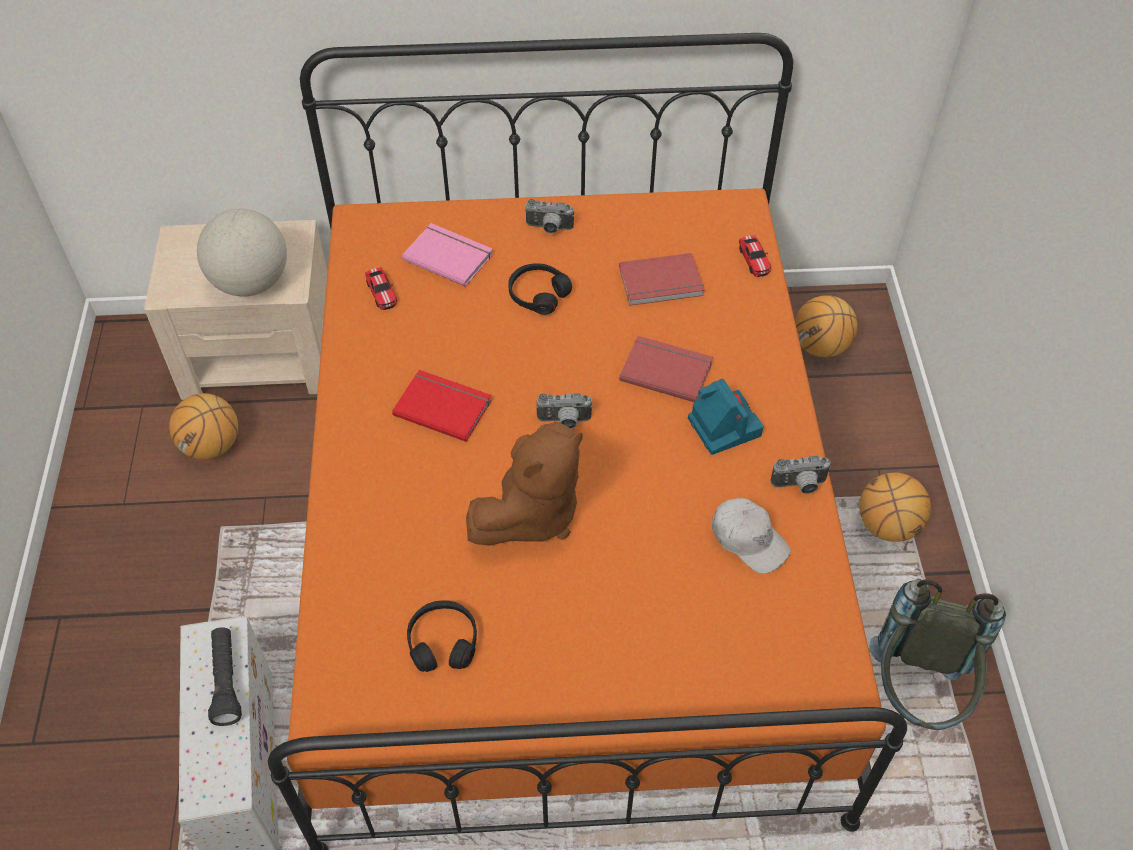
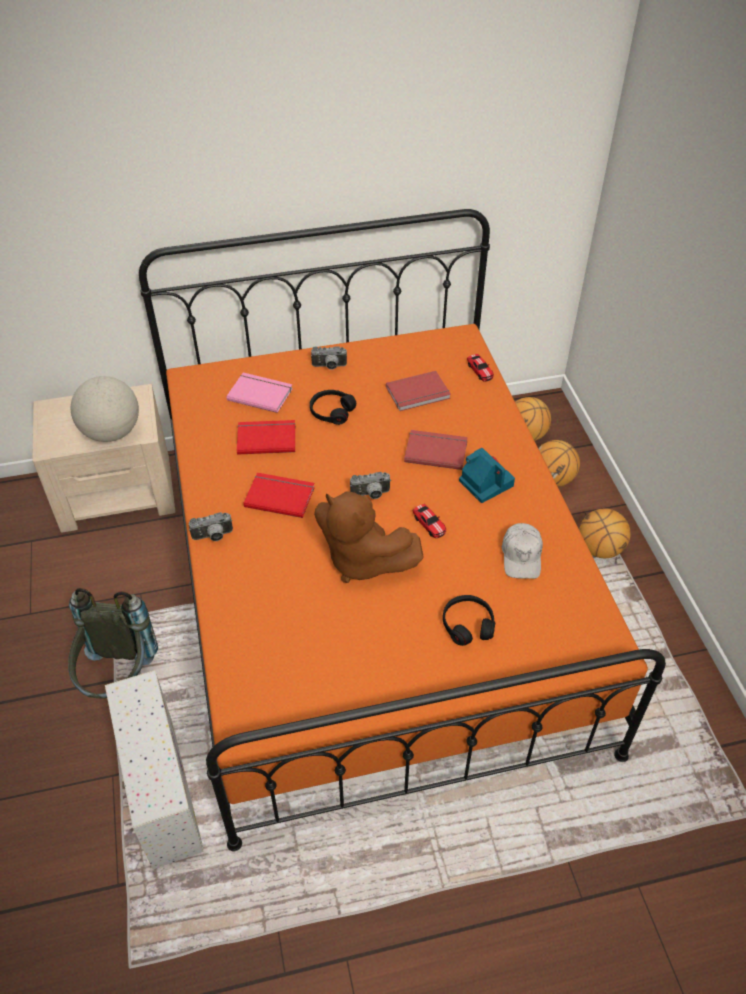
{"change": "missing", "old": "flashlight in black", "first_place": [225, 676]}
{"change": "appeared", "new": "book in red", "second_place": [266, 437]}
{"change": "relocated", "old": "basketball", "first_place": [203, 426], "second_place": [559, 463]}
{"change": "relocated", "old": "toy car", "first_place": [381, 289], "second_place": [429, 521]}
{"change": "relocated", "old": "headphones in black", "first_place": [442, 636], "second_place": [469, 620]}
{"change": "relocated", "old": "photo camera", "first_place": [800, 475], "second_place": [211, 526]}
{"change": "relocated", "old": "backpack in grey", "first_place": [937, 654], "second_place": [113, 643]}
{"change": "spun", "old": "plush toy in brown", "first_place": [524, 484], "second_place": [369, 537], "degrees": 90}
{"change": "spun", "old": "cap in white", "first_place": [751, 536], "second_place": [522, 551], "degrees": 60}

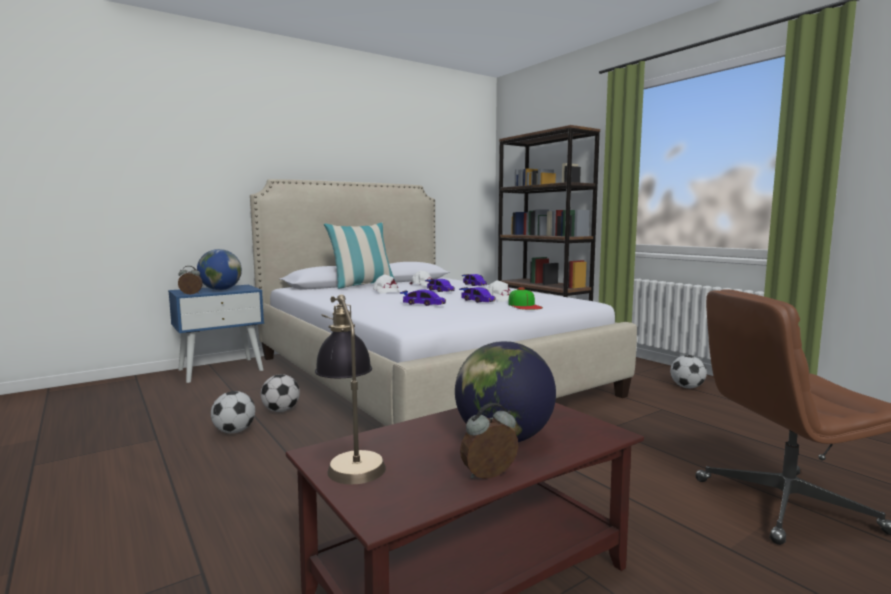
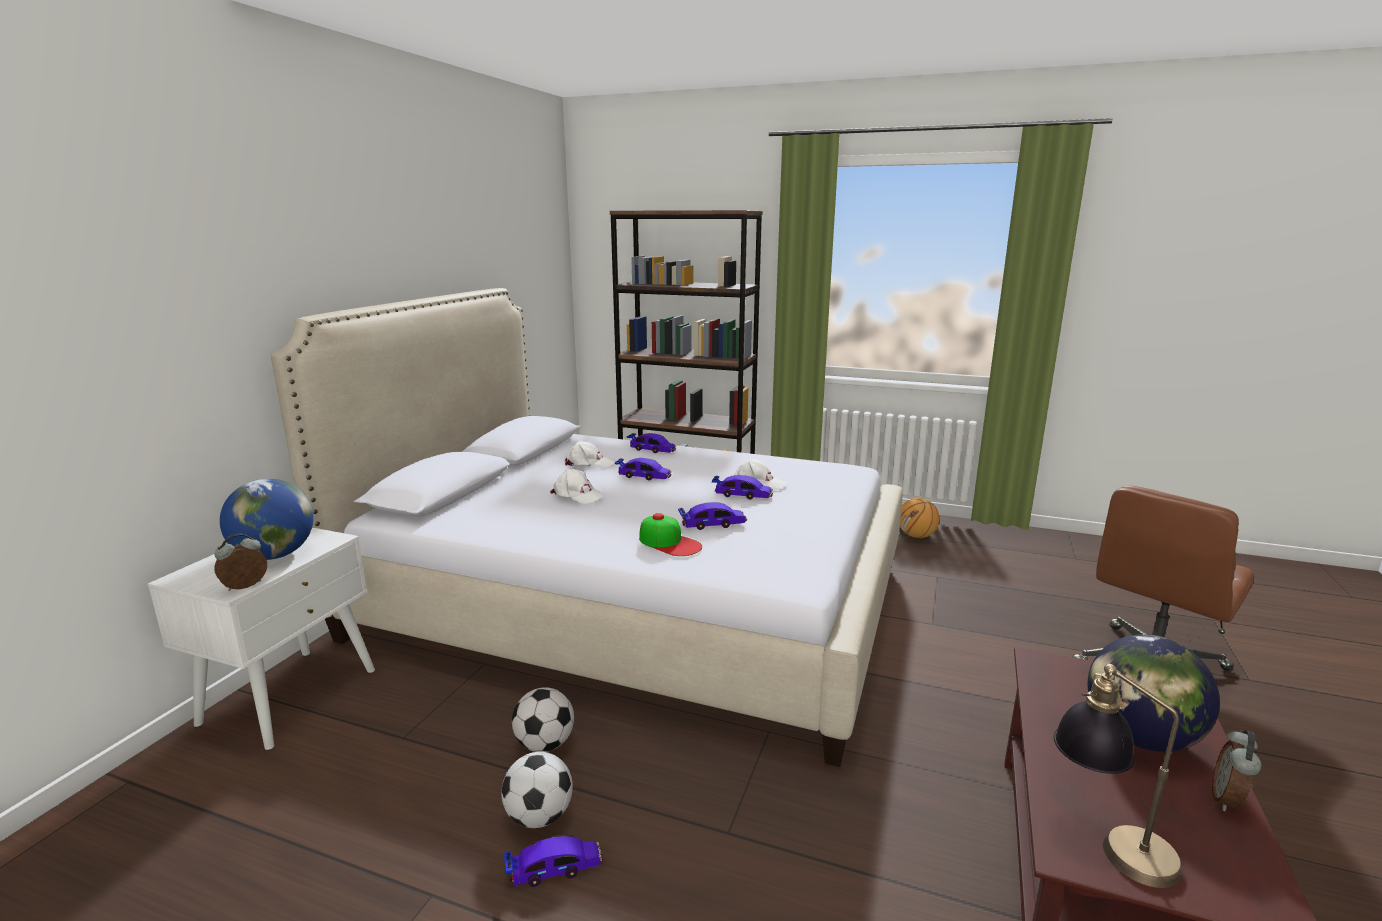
{"change": "missing", "old": "pillow", "first_place": [360, 255]}
{"change": "appeared", "new": "toy car", "second_place": [553, 861]}
{"change": "relocated", "old": "cap", "first_place": [525, 298], "second_place": [670, 534]}
{"change": "exchanged", "old": "football", "new": "basketball", "first_place": [688, 371], "second_place": [920, 518]}
{"change": "colour", "old": "nightstand in blue", "new": "nightstand in white", "first_place": [216, 334], "second_place": [261, 638]}

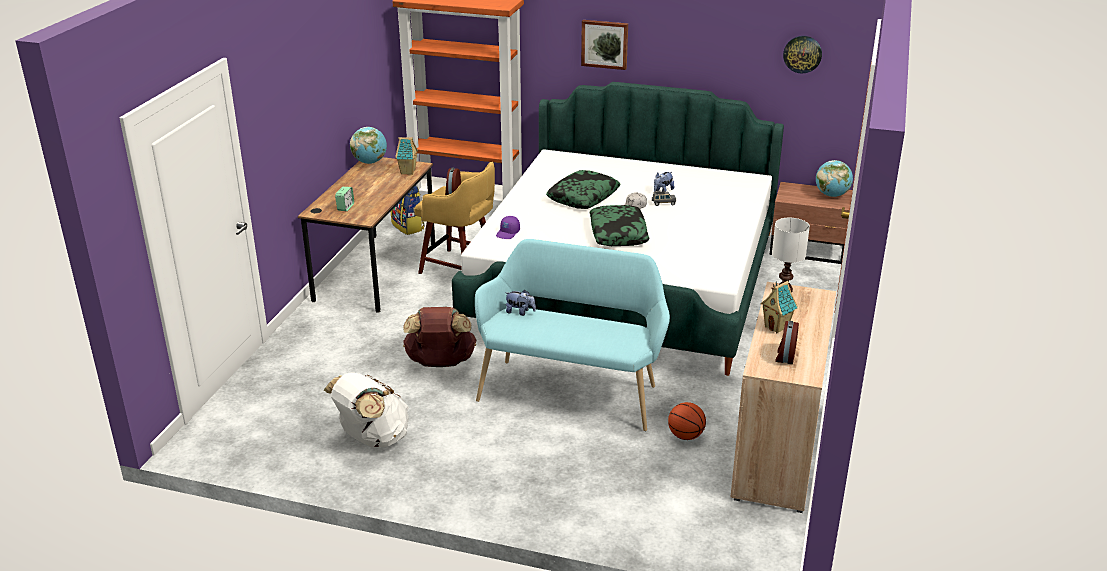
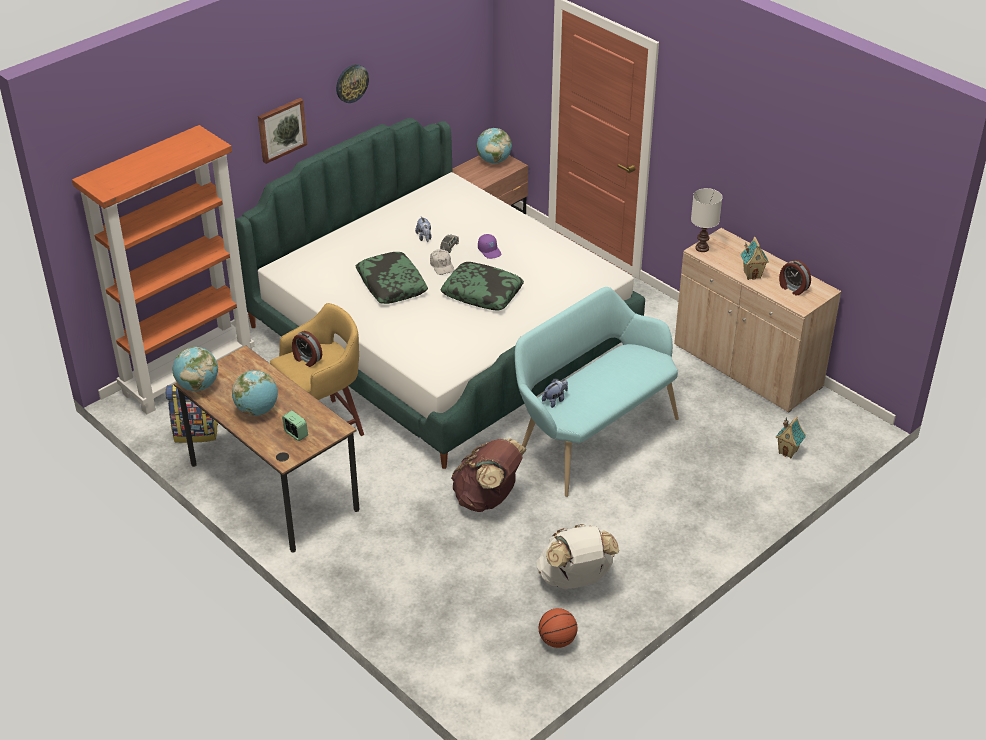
{"change": "appeared", "new": "globe", "second_place": [255, 393]}
{"change": "relocated", "old": "toy house", "first_place": [406, 156], "second_place": [791, 438]}
{"change": "relocated", "old": "cap in purple", "first_place": [508, 227], "second_place": [489, 246]}
{"change": "relocated", "old": "basketball", "first_place": [687, 421], "second_place": [558, 628]}
{"change": "relocated", "old": "wall clock", "first_place": [802, 54], "second_place": [352, 83]}

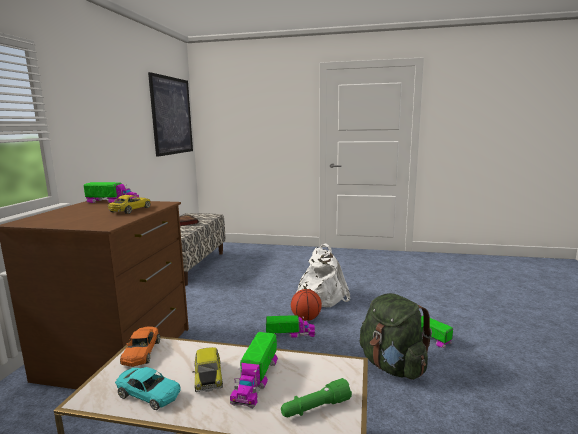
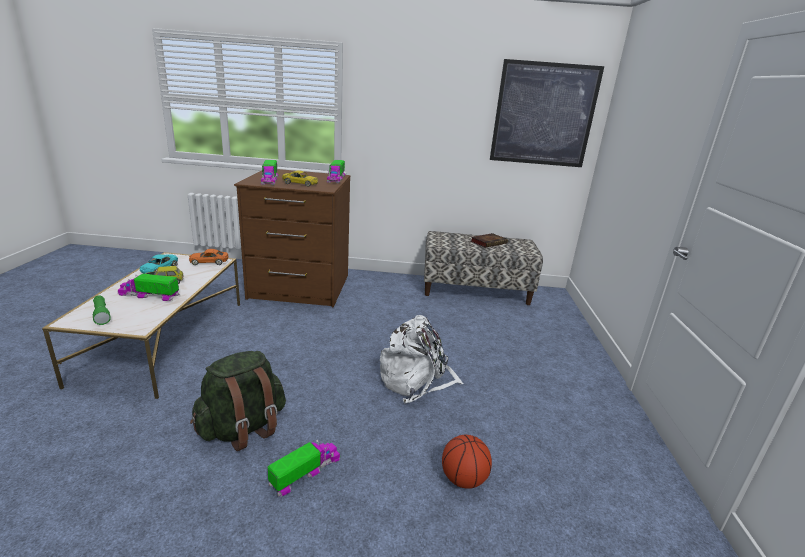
{"change": "relocated", "old": "toy truck", "first_place": [291, 326], "second_place": [269, 172]}
{"change": "relocated", "old": "basketball", "first_place": [306, 305], "second_place": [467, 462]}

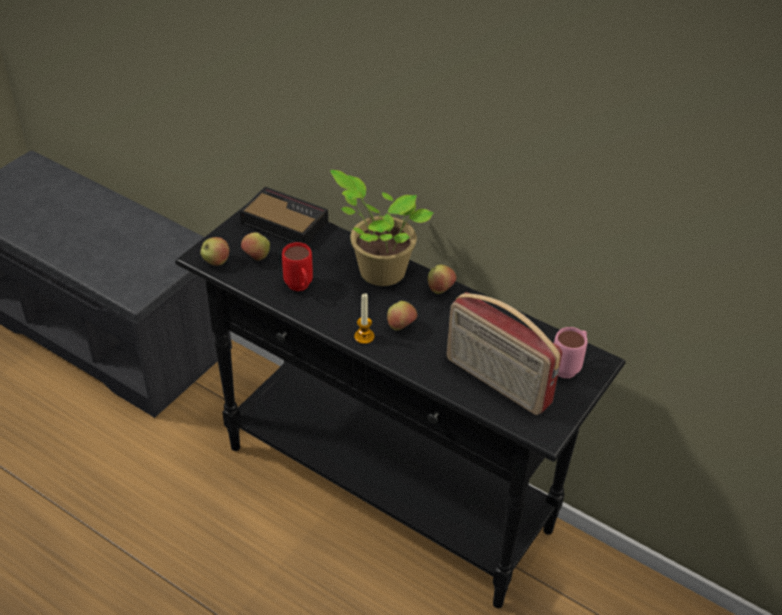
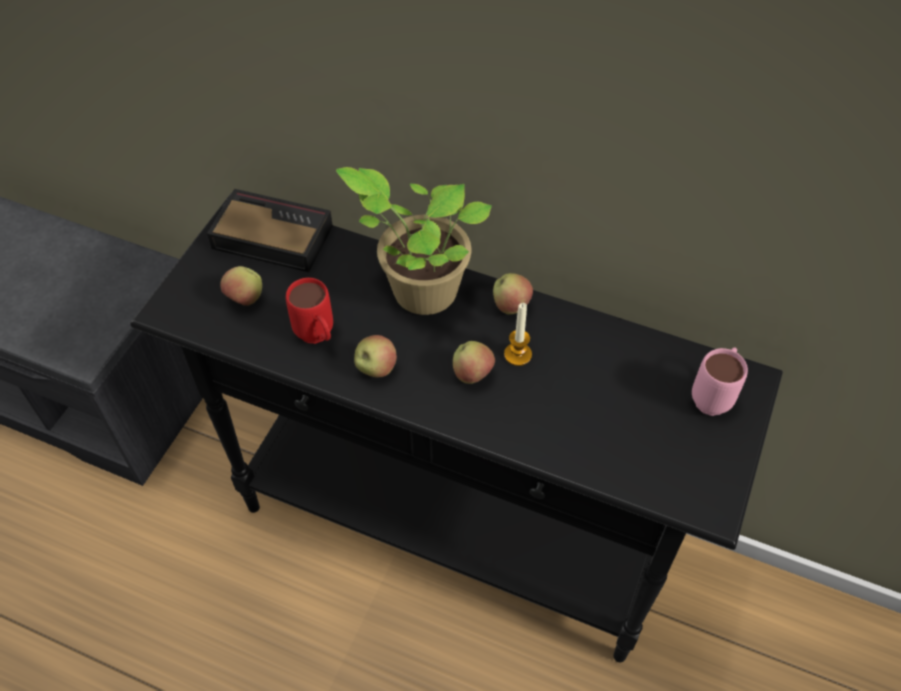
{"change": "missing", "old": "radio", "first_place": [504, 353]}
{"change": "relocated", "old": "apple", "first_place": [214, 251], "second_place": [375, 356]}
{"change": "relocated", "old": "candle", "first_place": [364, 318], "second_place": [518, 334]}

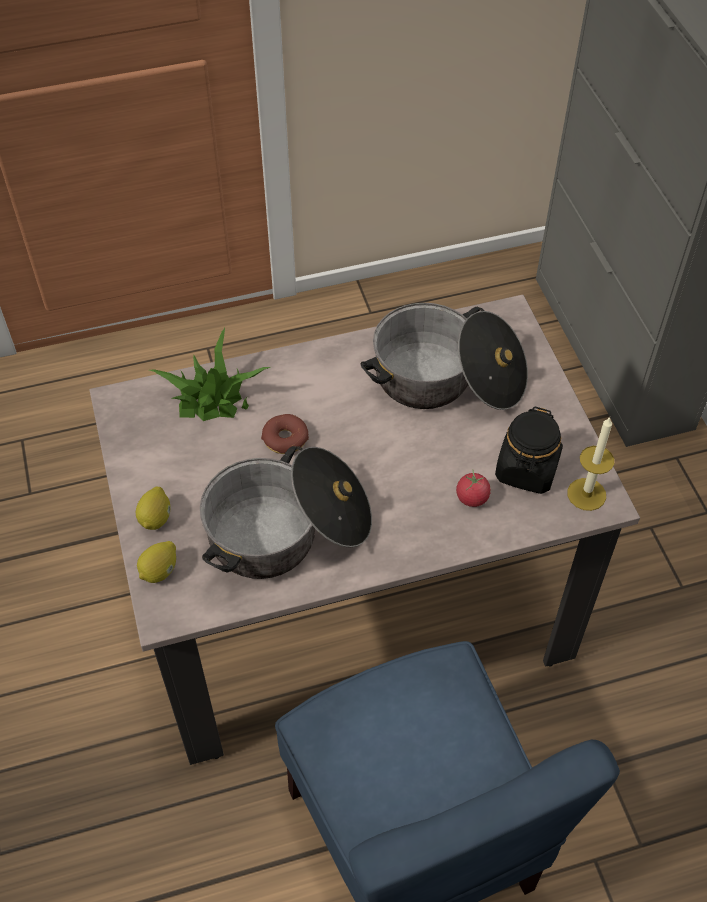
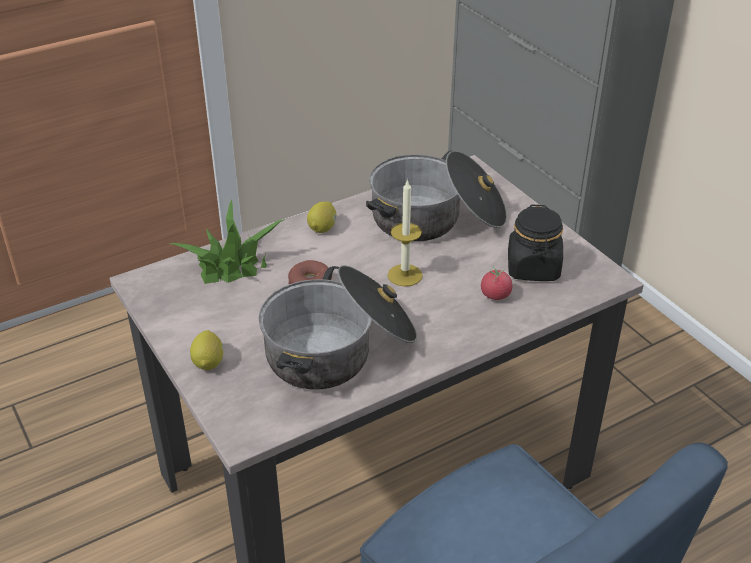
{"change": "relocated", "old": "lemon", "first_place": [156, 562], "second_place": [321, 217]}
{"change": "relocated", "old": "candle", "first_place": [590, 464], "second_place": [405, 233]}

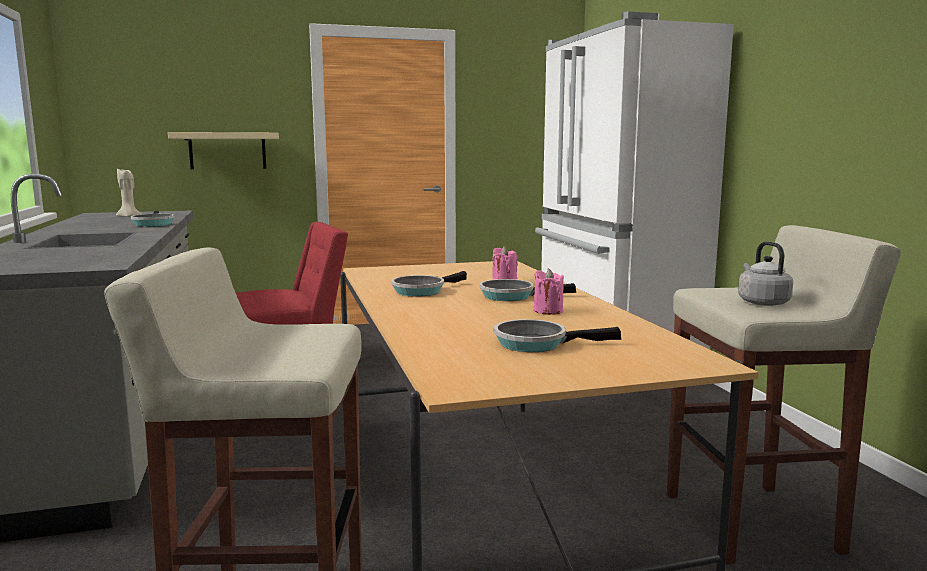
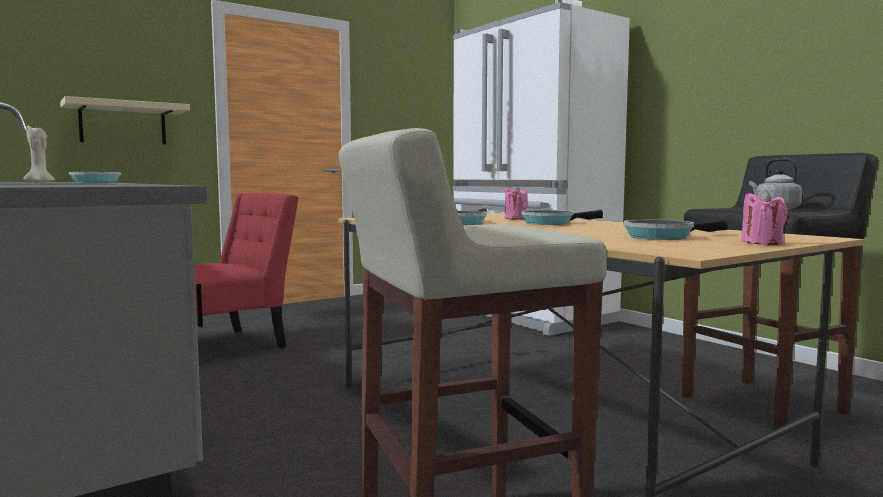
{"change": "relocated", "old": "candle in pink", "first_place": [549, 292], "second_place": [764, 217]}
{"change": "colour", "old": "stool in beige", "new": "stool in black", "first_place": [784, 395], "second_place": [780, 291]}

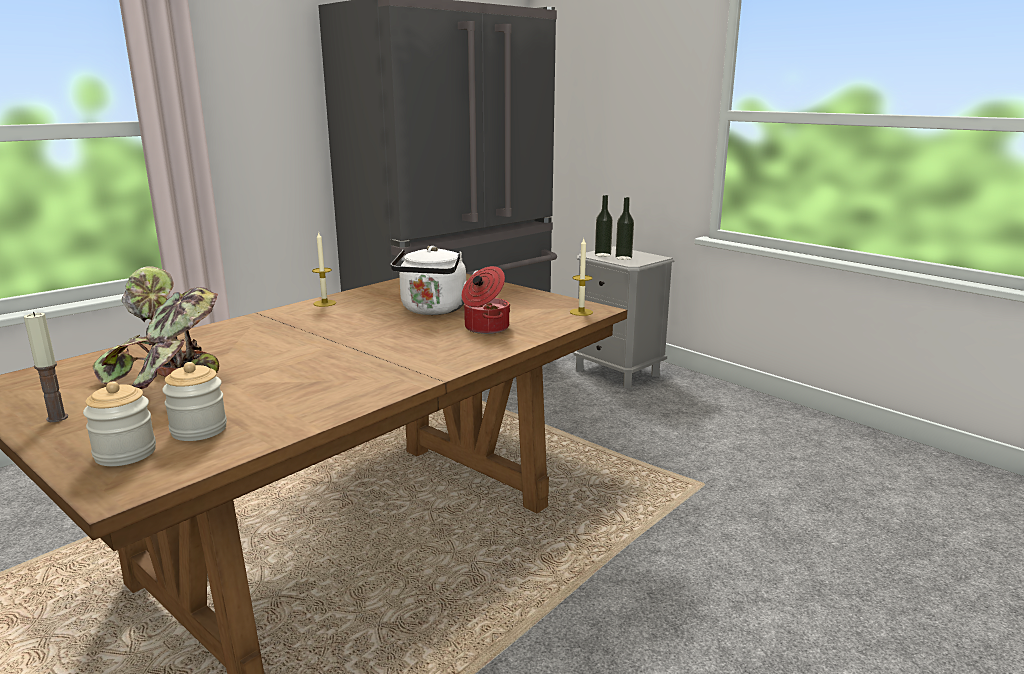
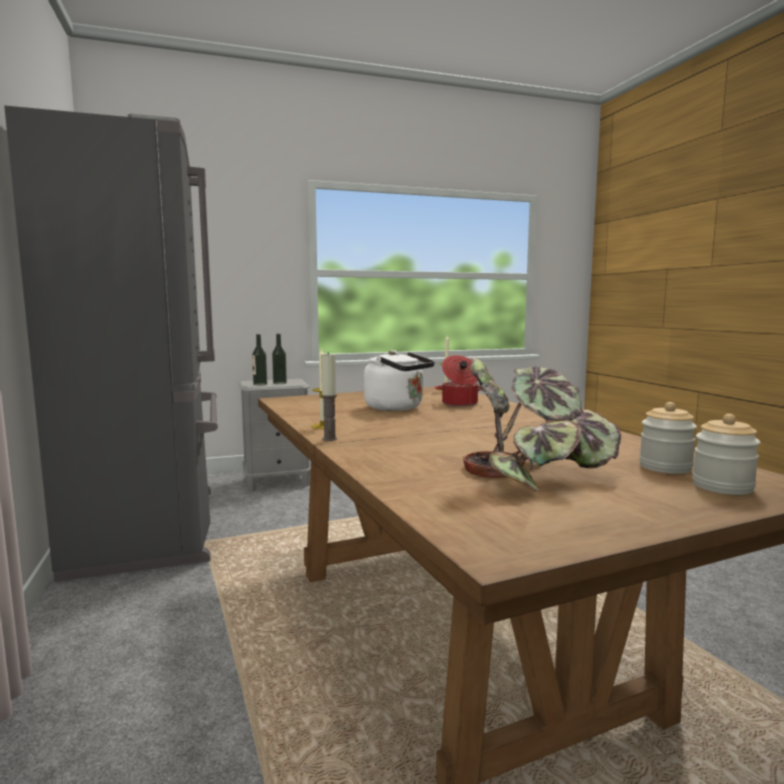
{"change": "relocated", "old": "candle", "first_place": [46, 367], "second_place": [329, 396]}

